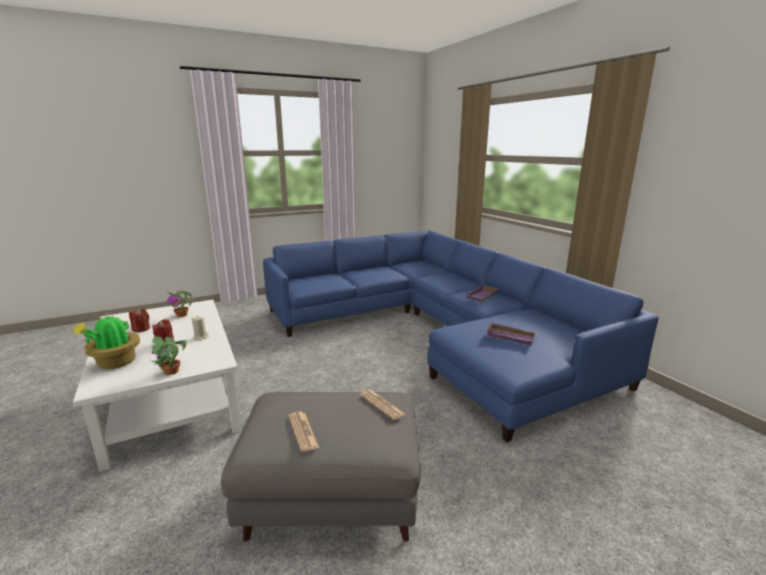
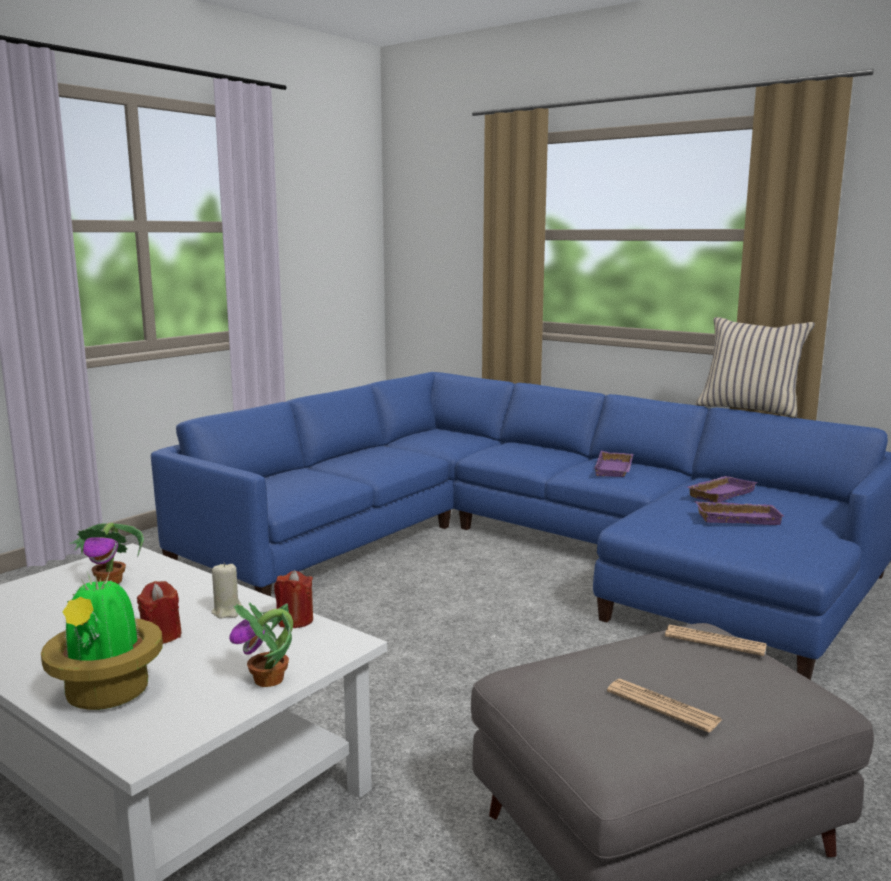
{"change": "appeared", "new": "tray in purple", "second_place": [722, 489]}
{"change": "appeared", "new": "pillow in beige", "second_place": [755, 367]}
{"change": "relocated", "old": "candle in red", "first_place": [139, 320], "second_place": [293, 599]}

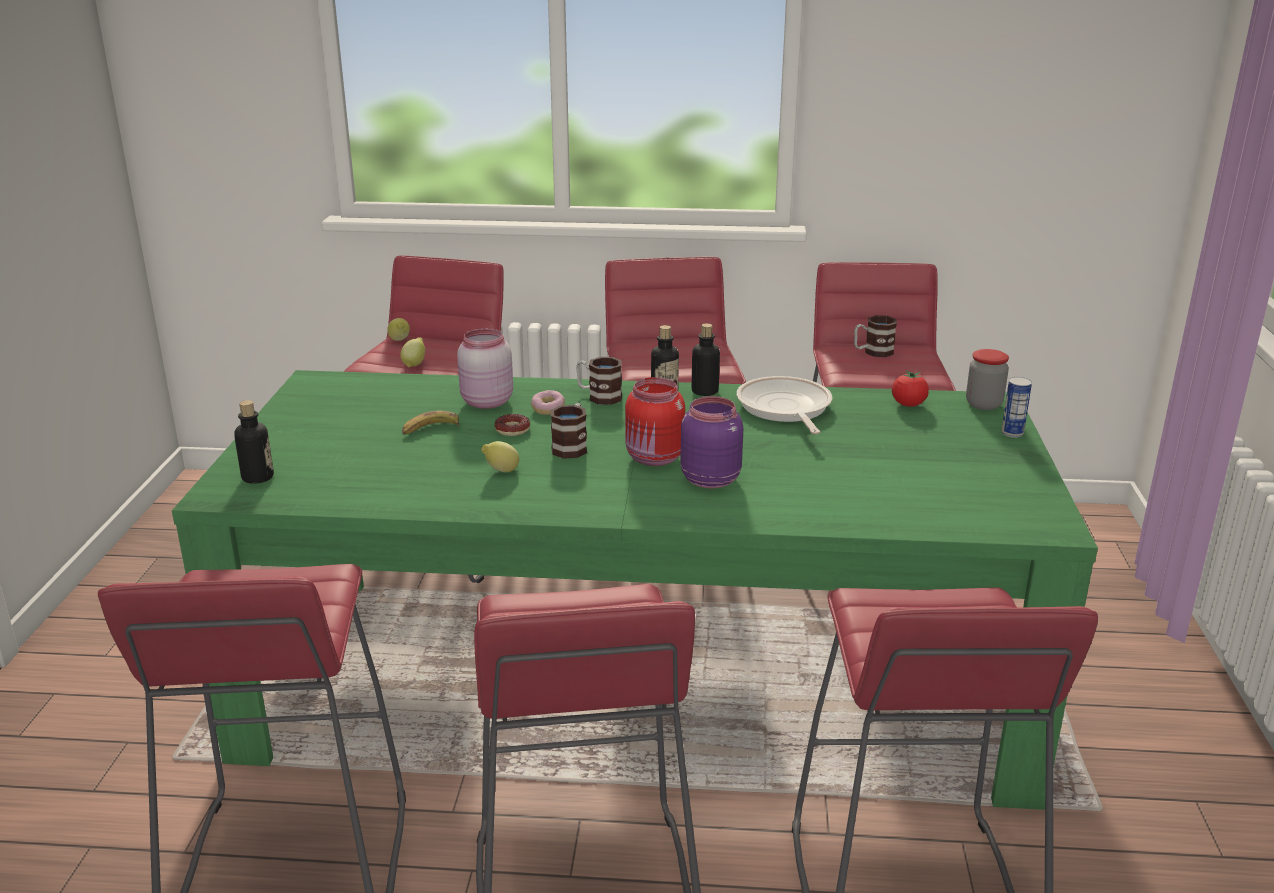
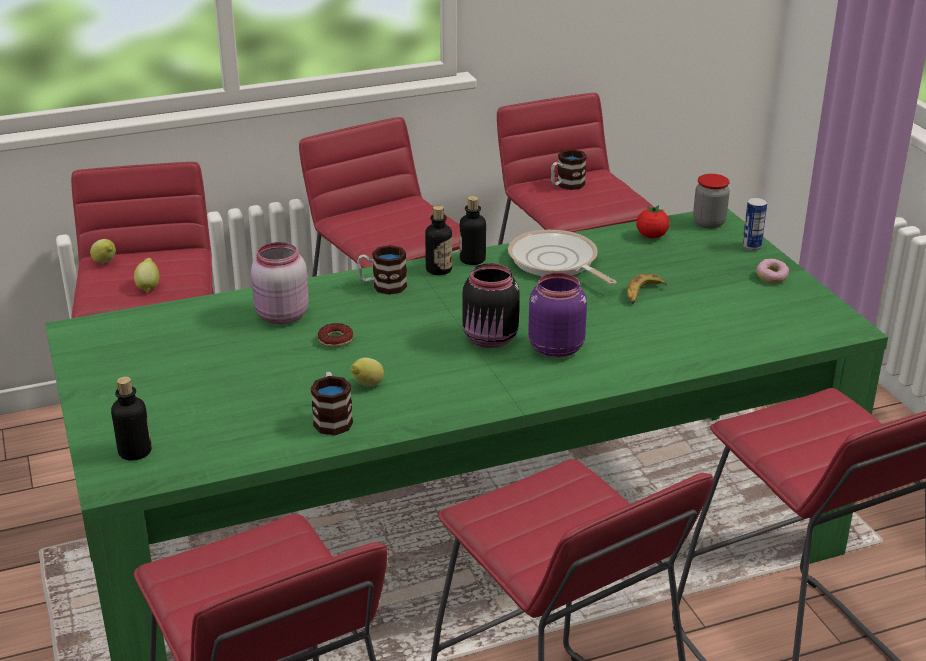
{"change": "relocated", "old": "banana", "first_place": [430, 423], "second_place": [647, 289]}
{"change": "relocated", "old": "donut", "first_place": [548, 402], "second_place": [772, 271]}
{"change": "relocated", "old": "mug", "first_place": [568, 431], "second_place": [331, 403]}
{"change": "colour", "old": "jar in red", "new": "jar in black", "first_place": [655, 421], "second_place": [491, 305]}

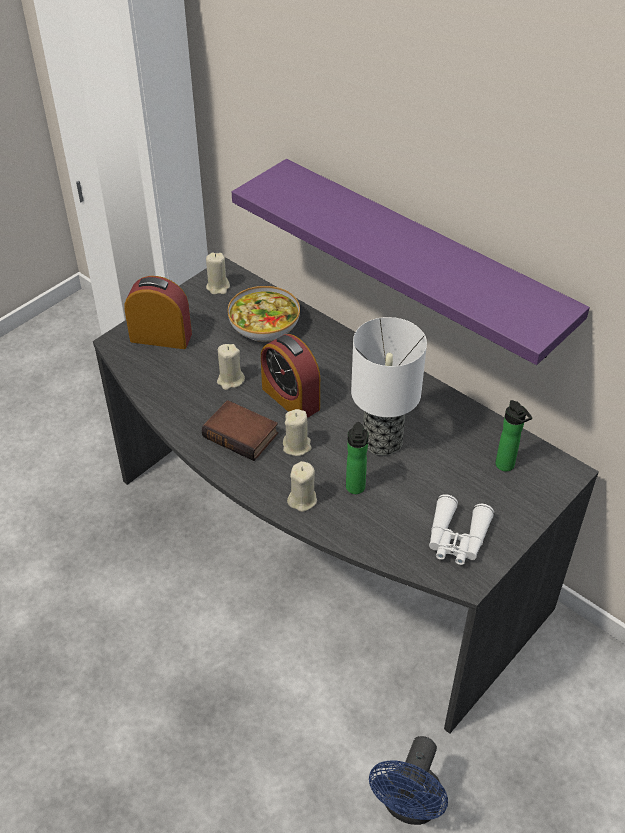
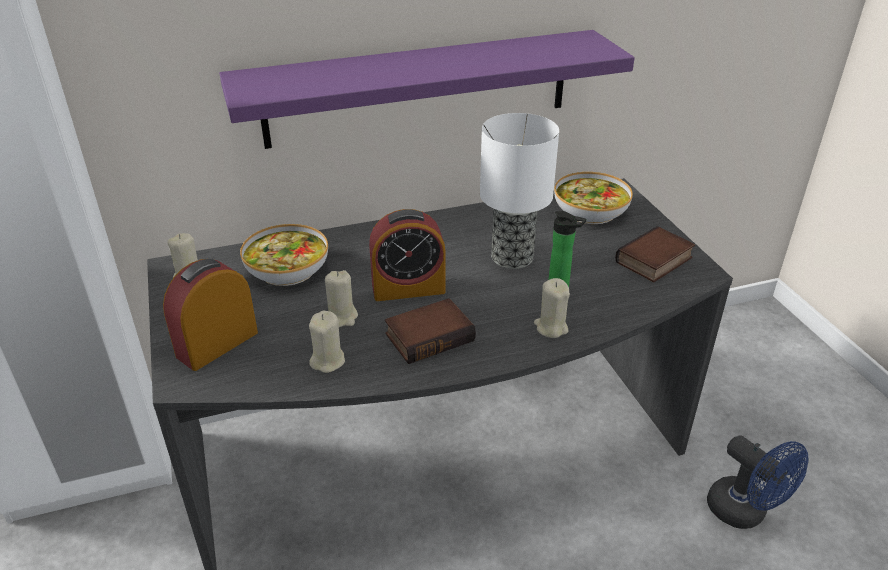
{"change": "relocated", "old": "candle in beige", "first_place": [297, 432], "second_place": [327, 341]}
{"change": "exchanged", "old": "binoculars in white", "new": "book", "first_place": [461, 529], "second_place": [655, 254]}
{"change": "exchanged", "old": "bottle", "new": "bowl", "first_place": [513, 435], "second_place": [593, 198]}

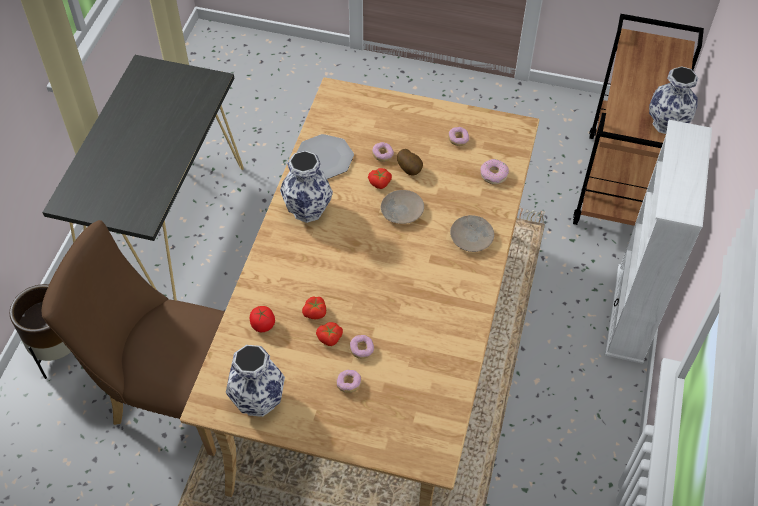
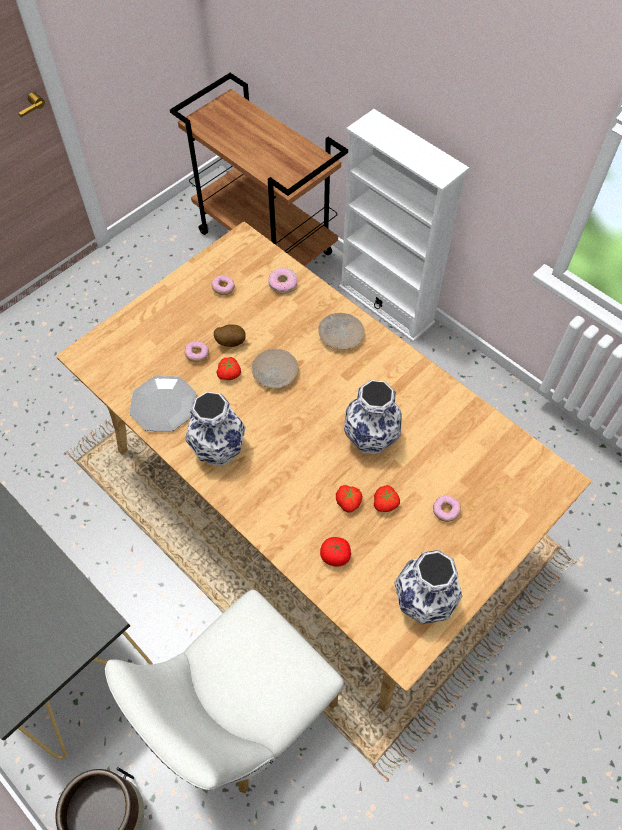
{"change": "missing", "old": "donut", "first_place": [362, 347]}
{"change": "relocated", "old": "vase", "first_place": [673, 100], "second_place": [373, 417]}
{"change": "colour", "old": "chair in brown", "new": "chair in white", "first_place": [133, 338], "second_place": [224, 691]}

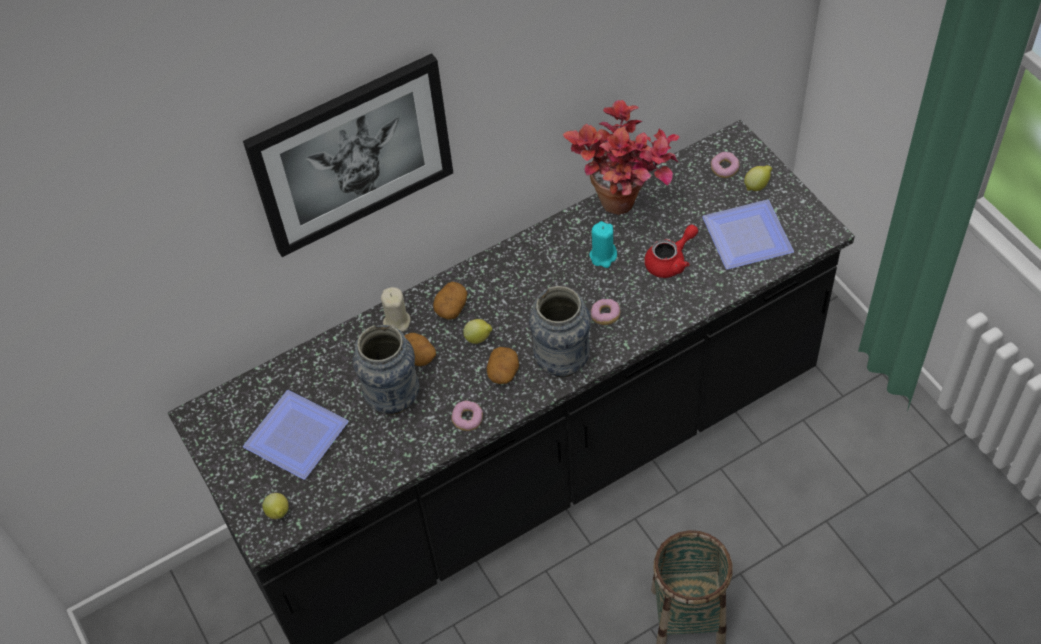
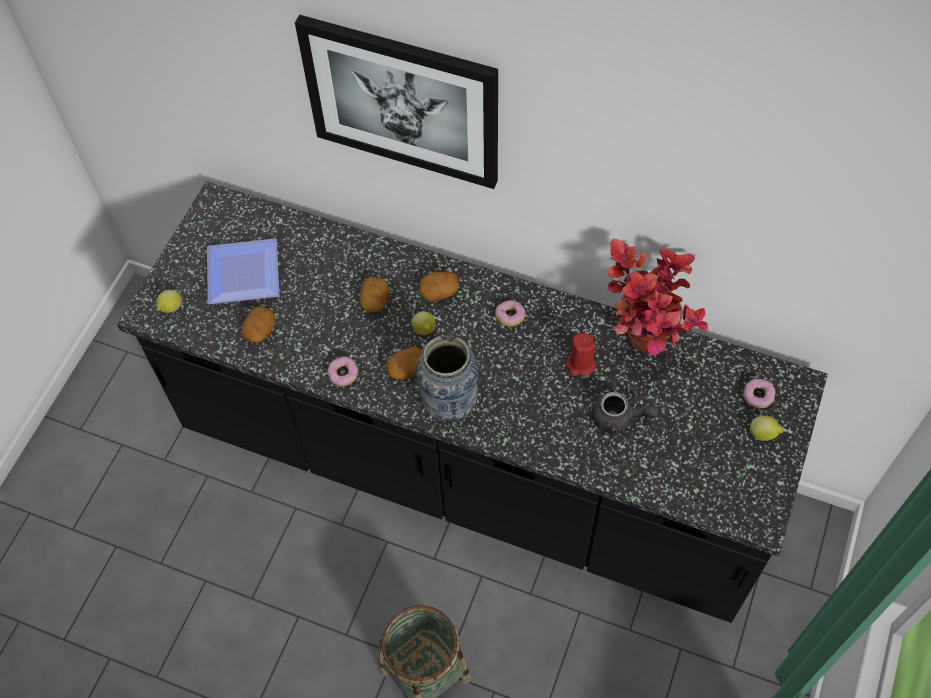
{"change": "missing", "old": "vase", "first_place": [386, 370]}
{"change": "missing", "old": "candle in beige", "first_place": [395, 309]}
{"change": "missing", "old": "plate", "first_place": [748, 234]}
{"change": "appeared", "new": "potato", "second_place": [258, 324]}
{"change": "relocated", "old": "donut", "first_place": [605, 312], "second_place": [510, 313]}
{"change": "colour", "old": "candle in turquoise", "new": "candle in red", "first_place": [603, 244], "second_place": [581, 354]}
{"change": "colour", "old": "teapot in red", "new": "teapot in grey", "first_place": [671, 251], "second_place": [625, 413]}

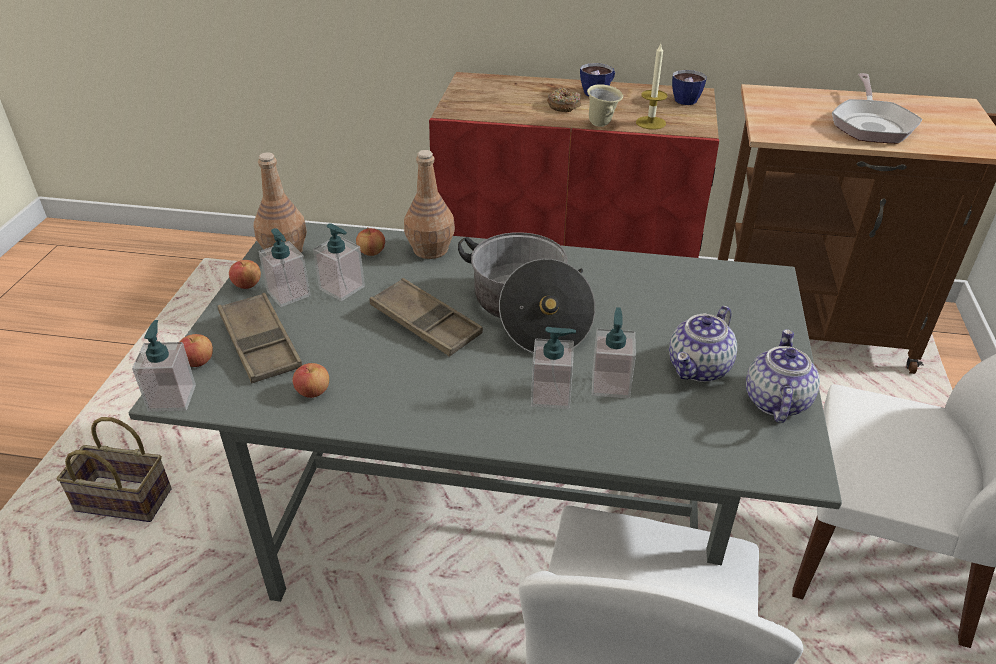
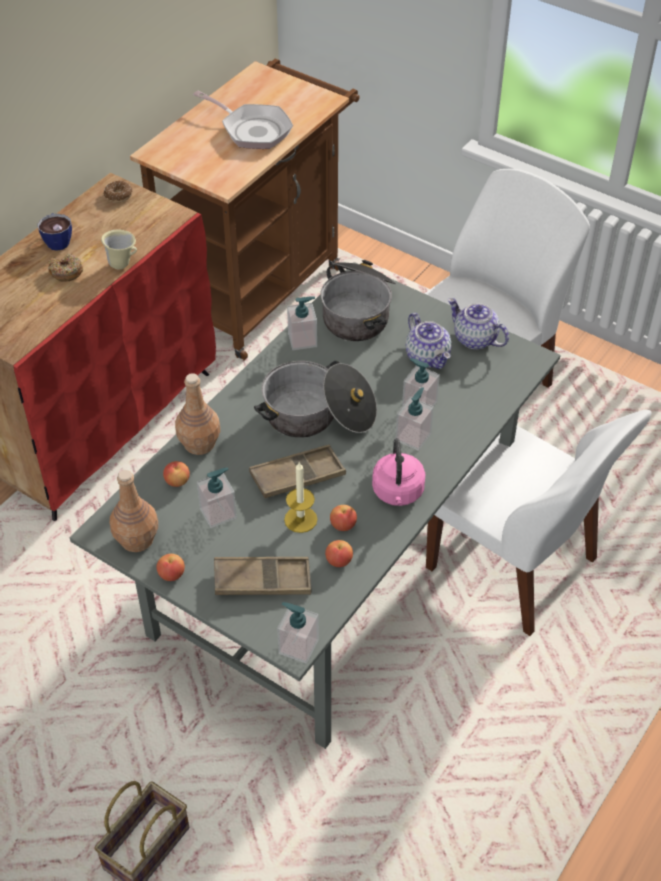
{"change": "appeared", "new": "cooking pot", "second_place": [358, 300]}
{"change": "appeared", "new": "kettle in pink", "second_place": [398, 472]}
{"change": "relocated", "old": "apple", "first_place": [196, 350], "second_place": [343, 518]}
{"change": "relocated", "old": "soap dispenser", "first_place": [285, 267], "second_place": [302, 323]}
{"change": "relocated", "old": "candle", "first_place": [651, 87], "second_place": [300, 497]}
{"change": "exchanged", "old": "cup", "new": "donut", "first_place": [689, 87], "second_place": [118, 192]}

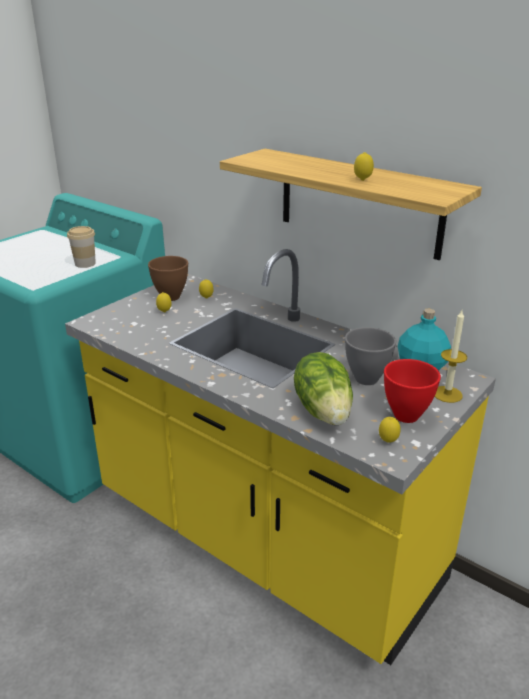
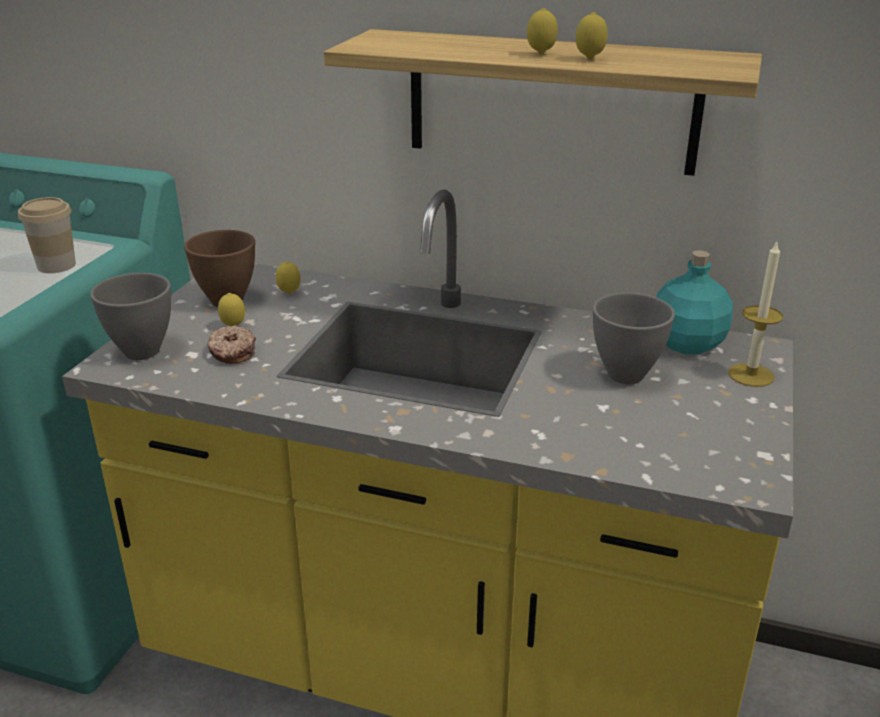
{"change": "missing", "old": "lettuce", "first_place": [323, 388]}
{"change": "missing", "old": "bowl in red", "first_place": [412, 391]}
{"change": "appeared", "new": "bowl in grey", "second_place": [130, 316]}
{"change": "appeared", "new": "donut", "second_place": [232, 344]}
{"change": "relocated", "old": "lemon", "first_place": [390, 430], "second_place": [542, 31]}

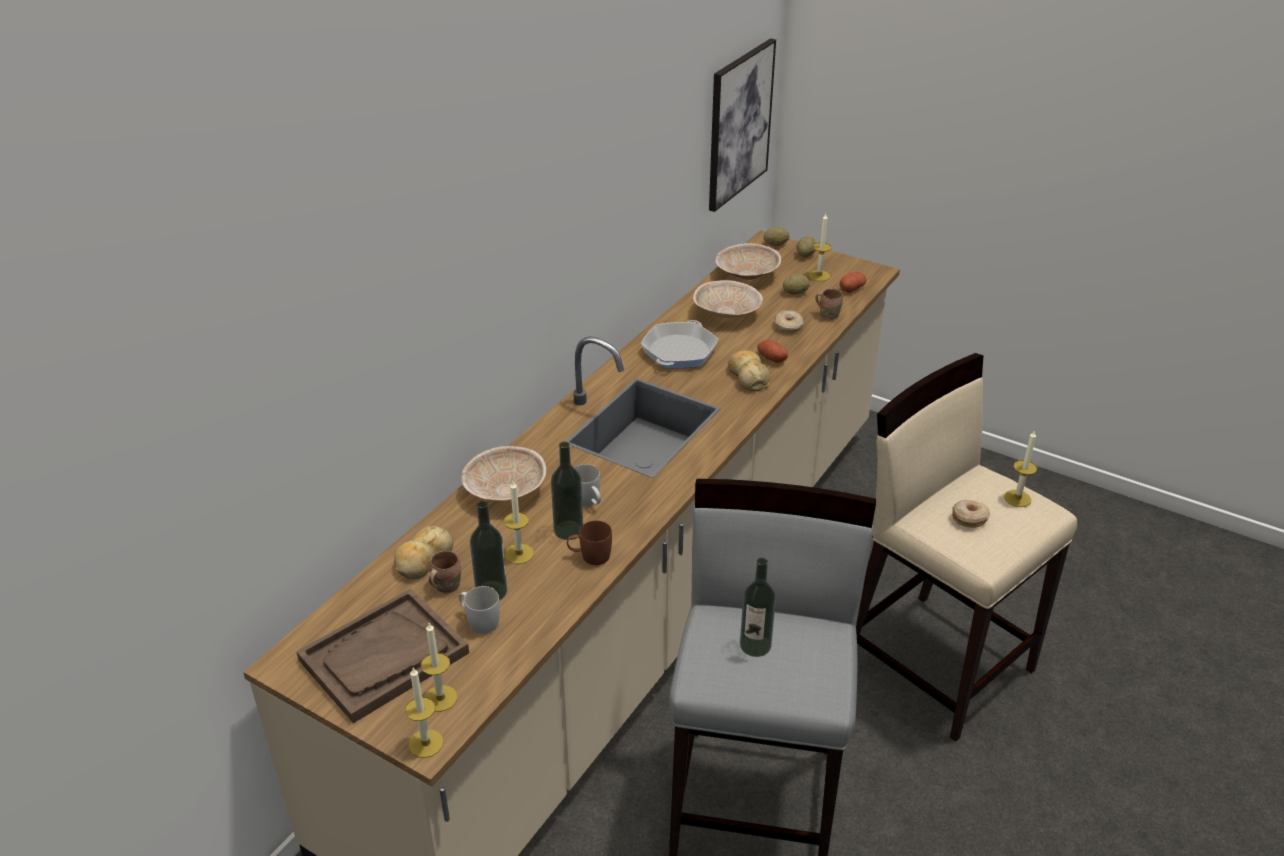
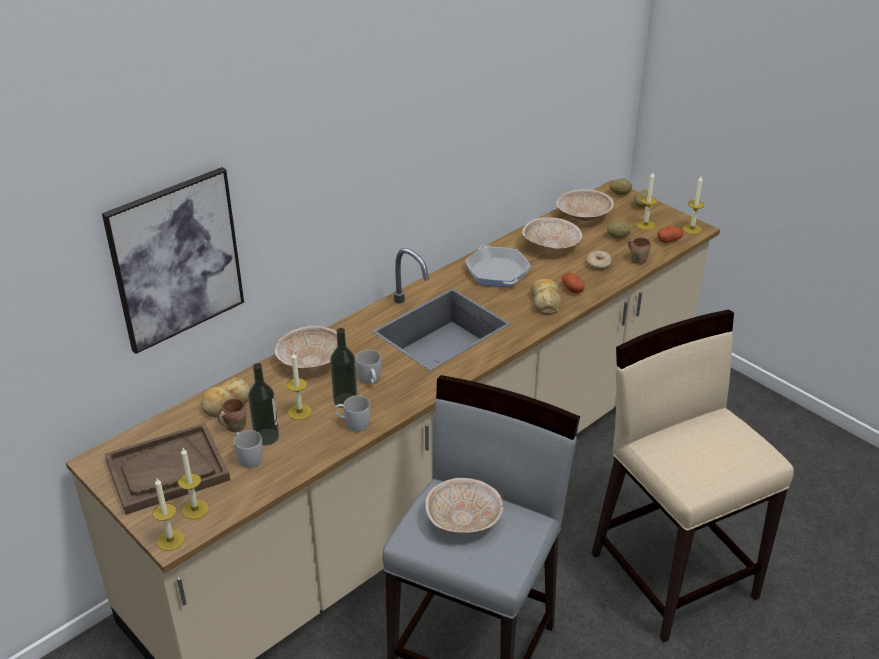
{"change": "missing", "old": "donut", "first_place": [971, 514]}
{"change": "relocated", "old": "picture", "first_place": [742, 125], "second_place": [173, 260]}
{"change": "relocated", "old": "candle", "first_place": [1020, 468], "second_place": [693, 205]}
{"change": "exchanged", "old": "bottle", "new": "bowl in beige", "first_place": [758, 607], "second_place": [464, 505]}
{"change": "colour", "old": "mug in brown", "new": "mug in white", "first_place": [589, 542], "second_place": [352, 413]}
{"change": "spun", "old": "frying pan", "first_place": [679, 344], "second_place": [498, 266], "degrees": -60}

